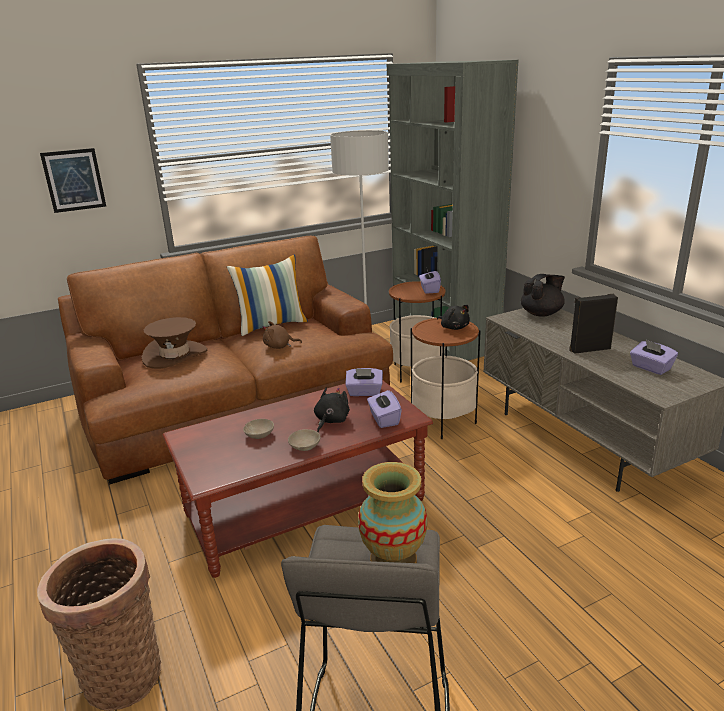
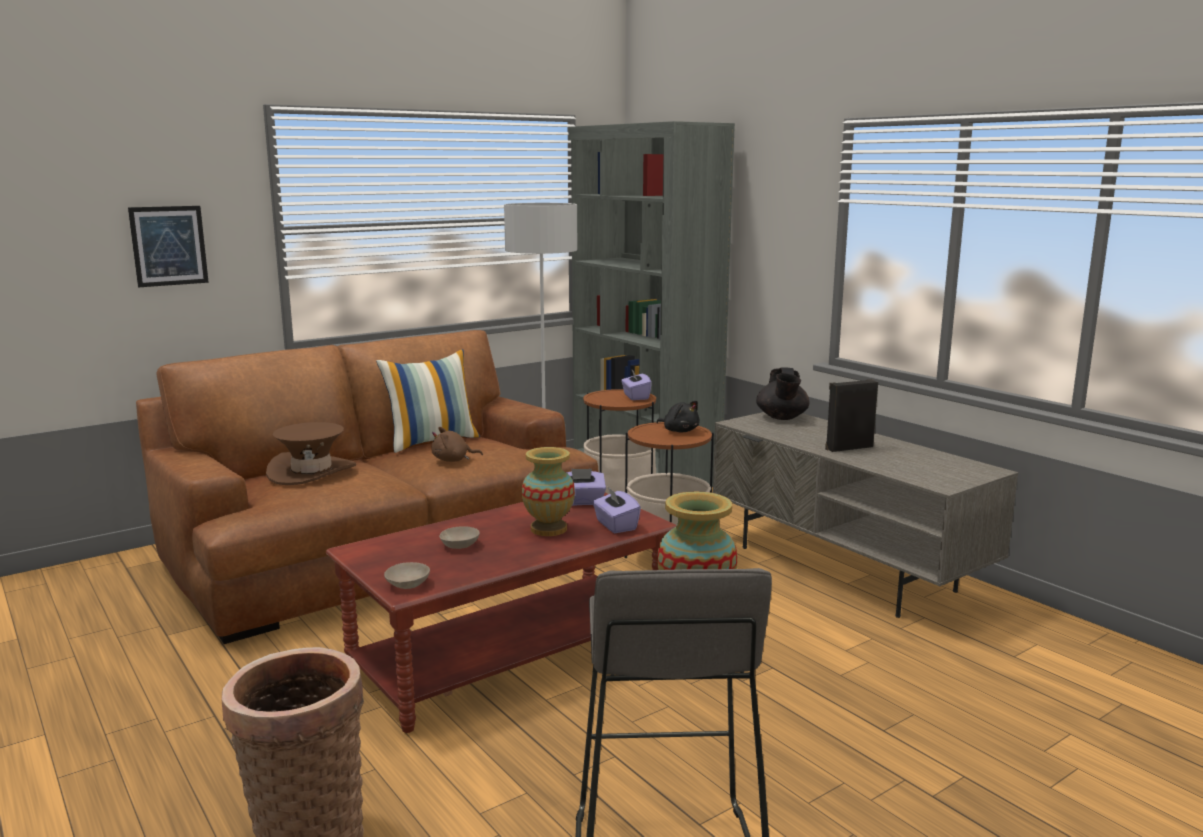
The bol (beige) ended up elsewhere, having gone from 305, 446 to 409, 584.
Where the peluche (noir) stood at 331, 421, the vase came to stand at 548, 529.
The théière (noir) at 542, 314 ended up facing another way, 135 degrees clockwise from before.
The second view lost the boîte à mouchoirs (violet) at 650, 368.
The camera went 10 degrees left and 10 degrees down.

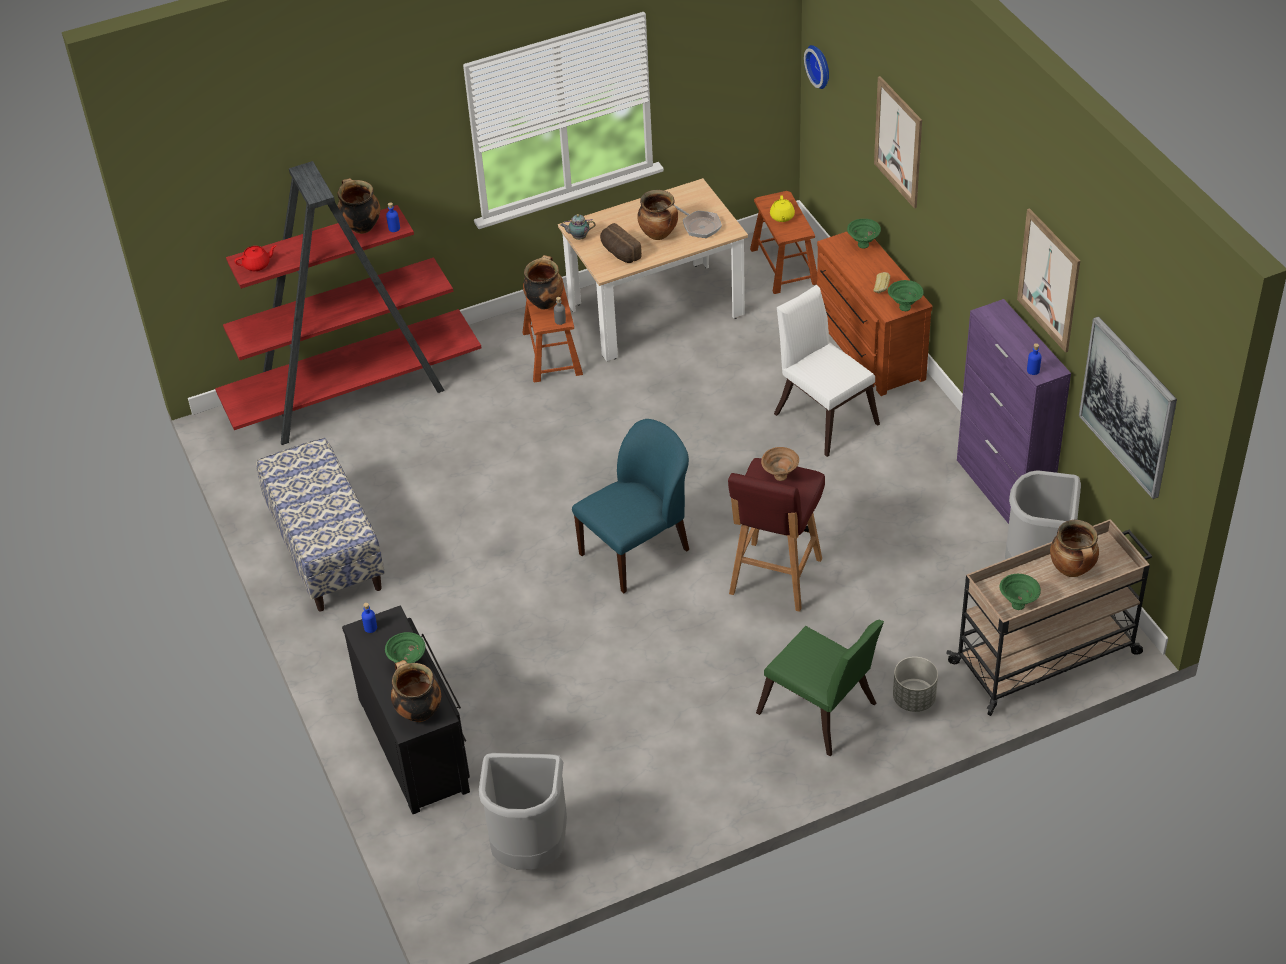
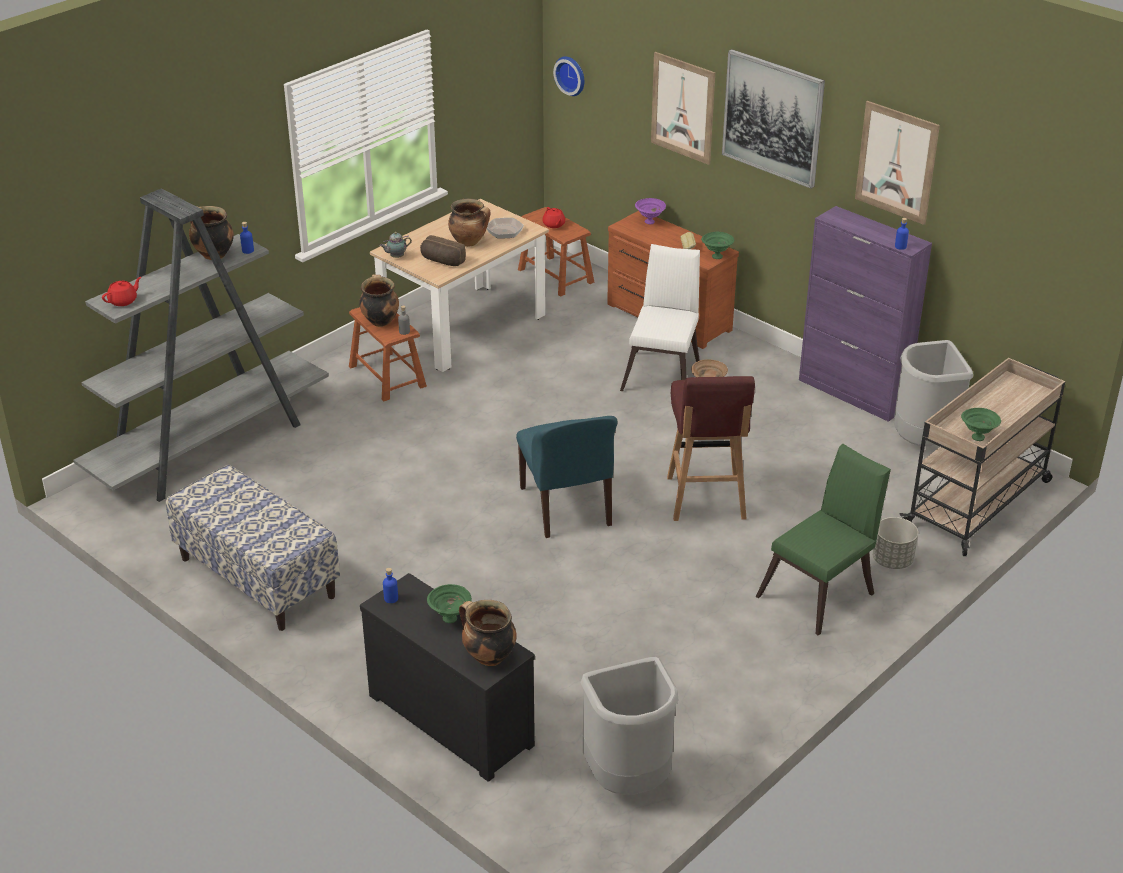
What was the bibliothèque (rouge) at 354, 393 turned into the bibliothèque (gris) at 210, 445.
The chaise (bleu) at 636, 551 ended up facing another way, 135 degrees clockwise from before.
What was the théière (jaune) at 782, 217 turned into the théière (rouge) at 554, 225.
The chaise (blanc) at 823, 415 ended up facing another way, 75 degrees clockwise from before.
What was the bol (vert) at 863, 245 turned into the bol (violet) at 650, 222.
The tableau ended up elsewhere, having gone from 1128, 406 to 773, 118.
The chaise (vert) at 821, 714 ended up facing another way, 60 degrees counterclockwise from before.
The second view lost the marmite at 1072, 570.
The camera went 25 degrees left and 10 degrees down.

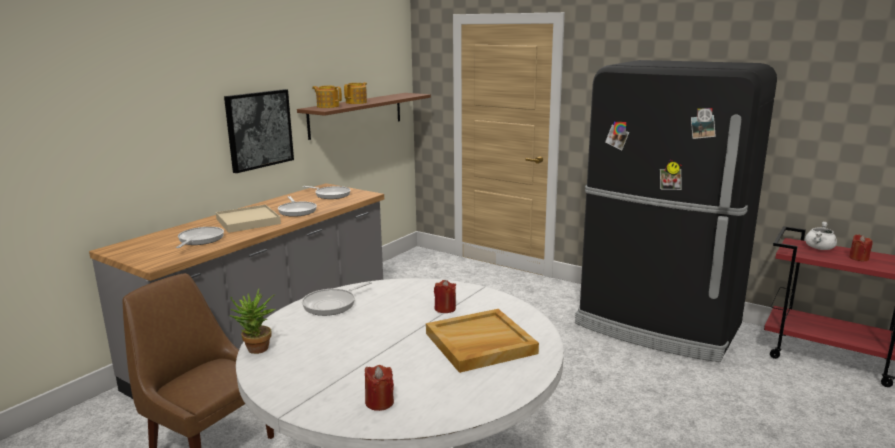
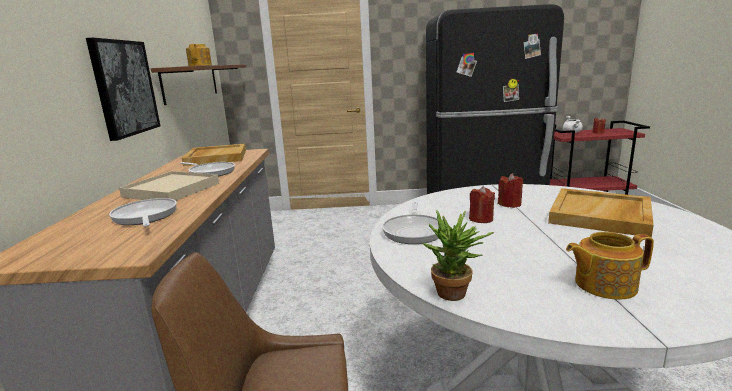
Where the poêle stood at 331, 195, the plateau (beige) came to stand at 216, 157.
The bougie (rouge) ended up elsewhere, having gone from 379, 402 to 481, 219.
The théière ended up elsewhere, having gone from 328, 106 to 603, 284.
The camera went 35 degrees left and 0 degrees up.

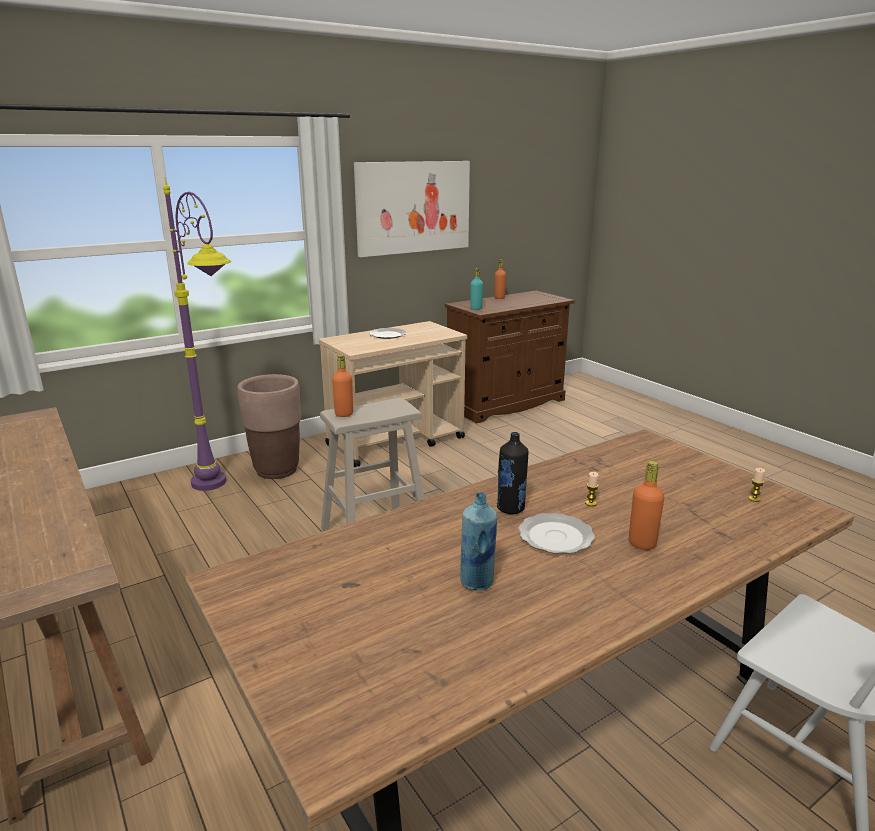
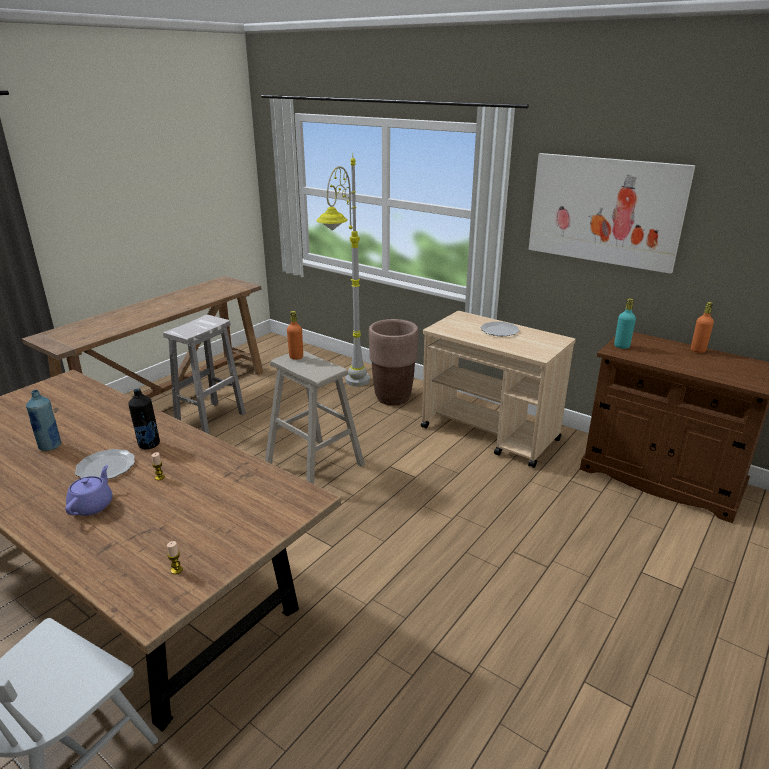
Where the bouteille (orange) stood at 642, 543, the théière (violet) came to stand at 92, 505.
The second view gained the tabouret (blanc) at 210, 419.
What was the lampadaire (violet) at 224, 492 turned into the lampadaire (gris) at 348, 389.
The camera went 70 degrees right and 5 degrees up.

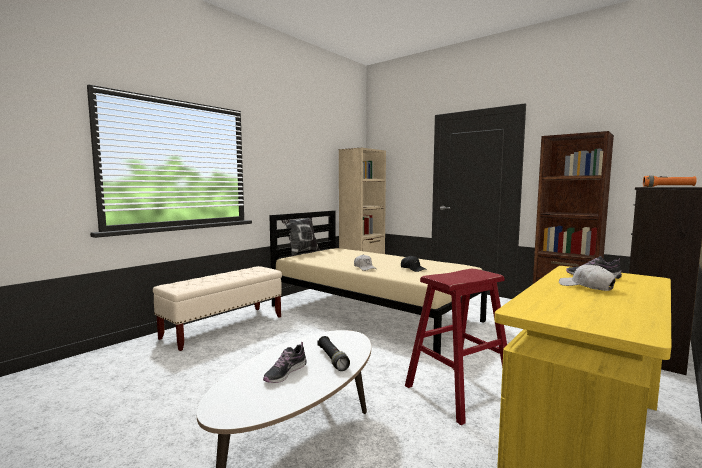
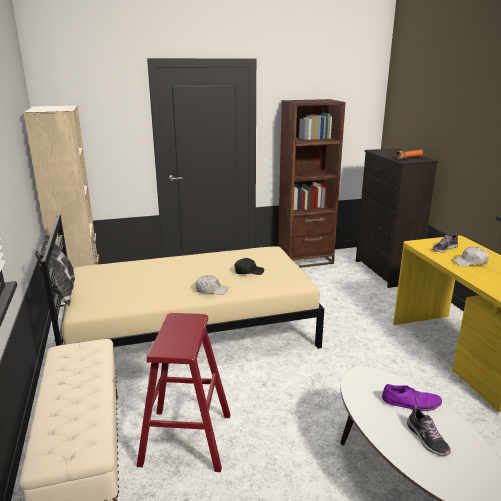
The tabouret (rouge) ended up elsewhere, having gone from 458, 393 to 186, 439.
Where the lampe de poche (noir) stood at 332, 359, the chaussure (violet) came to stand at 411, 403.
The camera went 55 degrees left and 15 degrees up.

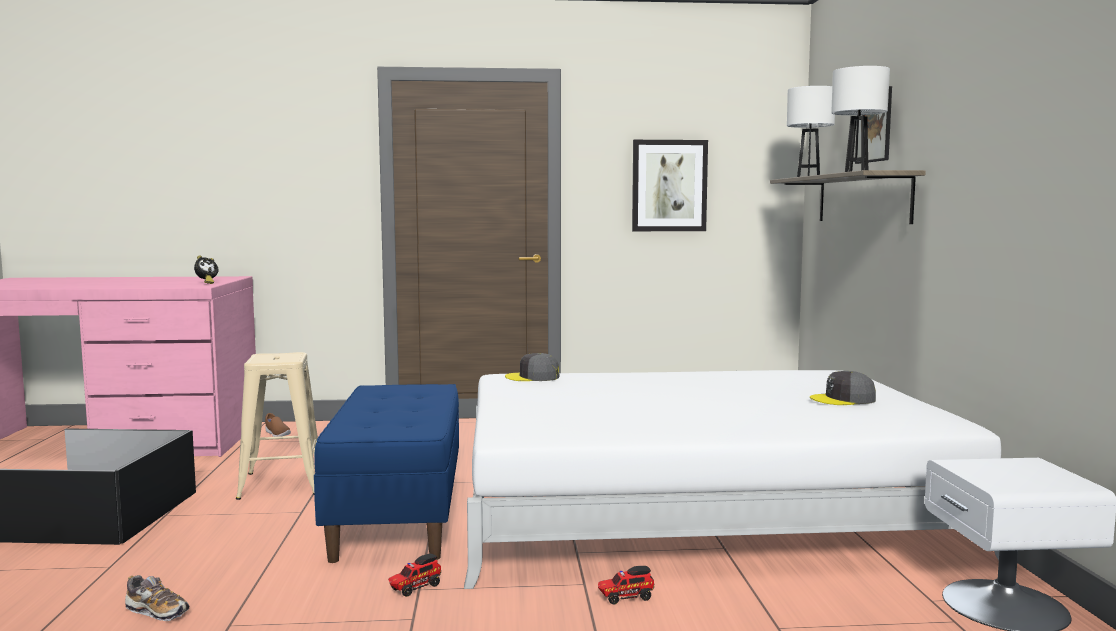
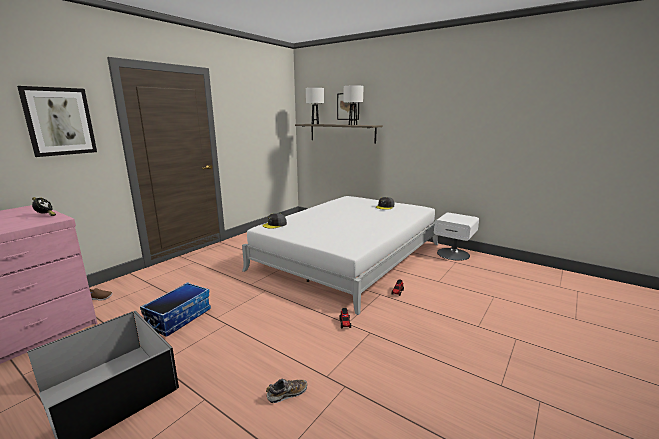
The tableau ended up elsewhere, having gone from 669, 186 to 59, 121.
Where the tabouret (beige) stood at 282, 483, the boîte de rangement came to stand at 179, 318.
The second view lost the banc (bleu) at 399, 515.
The camera went 50 degrees left and 10 degrees up.

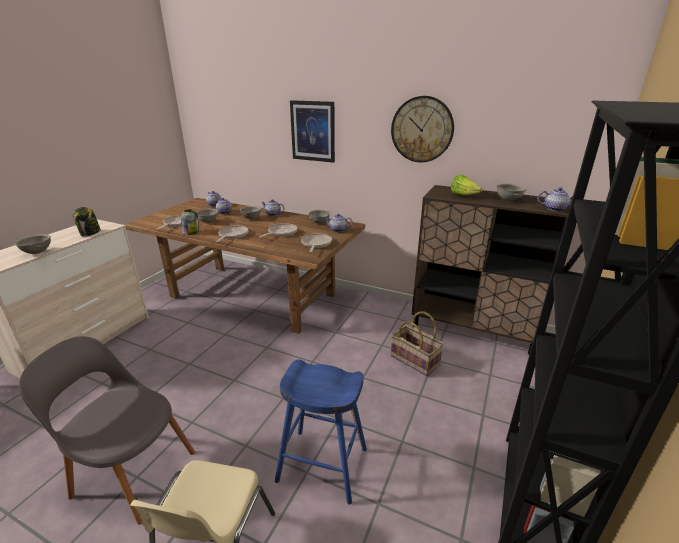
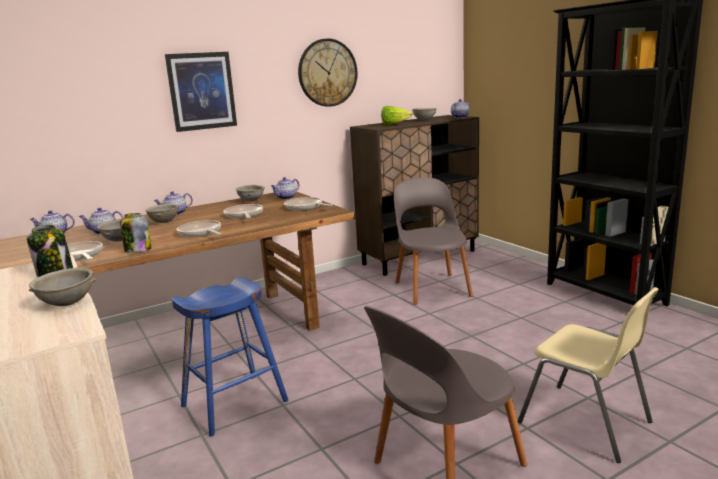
The tabouret (bleu) ended up elsewhere, having gone from 323, 465 to 235, 403.
Where the panier stood at 415, 360, the chaise (gris) came to stand at 432, 287.
The camera went 55 degrees left and 10 degrees down.

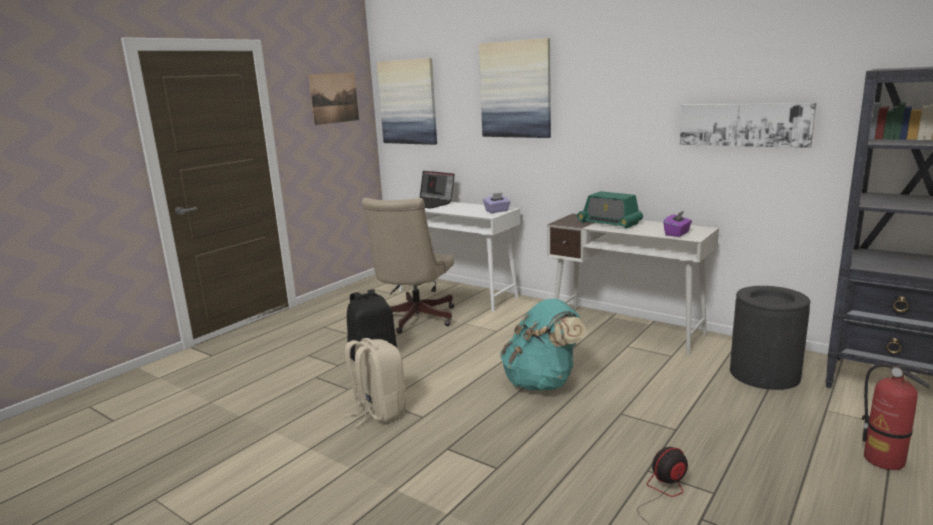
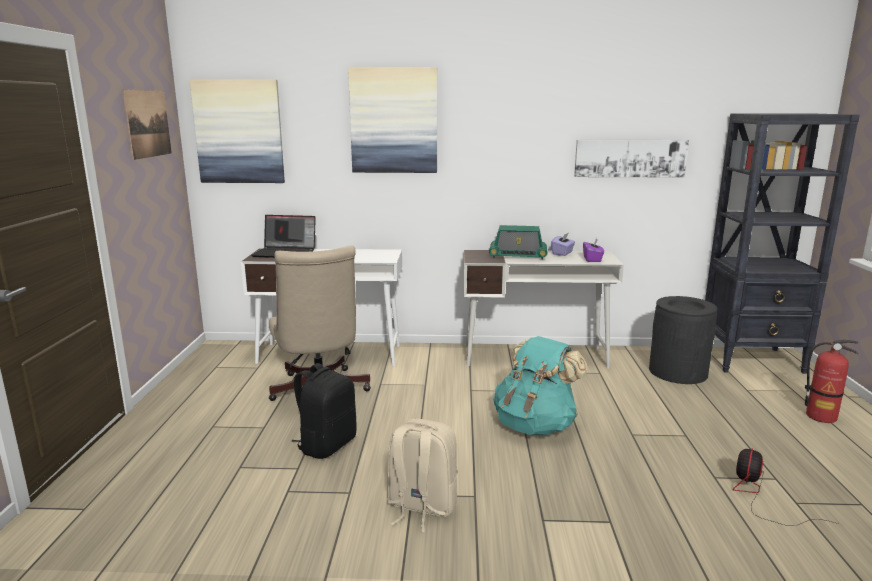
The boîte à mouchoirs (violet) ended up elsewhere, having gone from 497, 211 to 562, 253.
The camera went 35 degrees left and 0 degrees up.

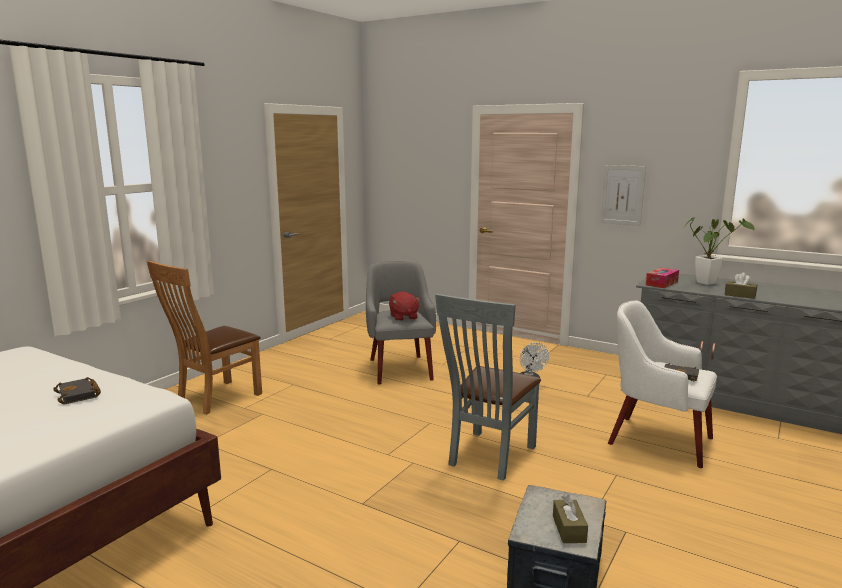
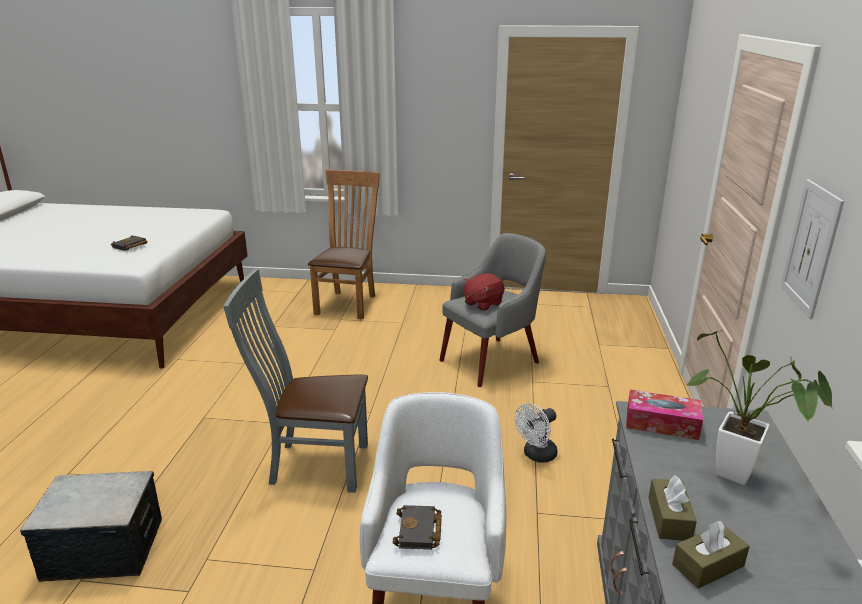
The chaise (marron) at 214, 399 ended up facing another way, 90 degrees clockwise from before.
The boîte à mouchoirs (marron) ended up elsewhere, having gone from 569, 529 to 708, 565.
The camera went 65 degrees right and 10 degrees up.

